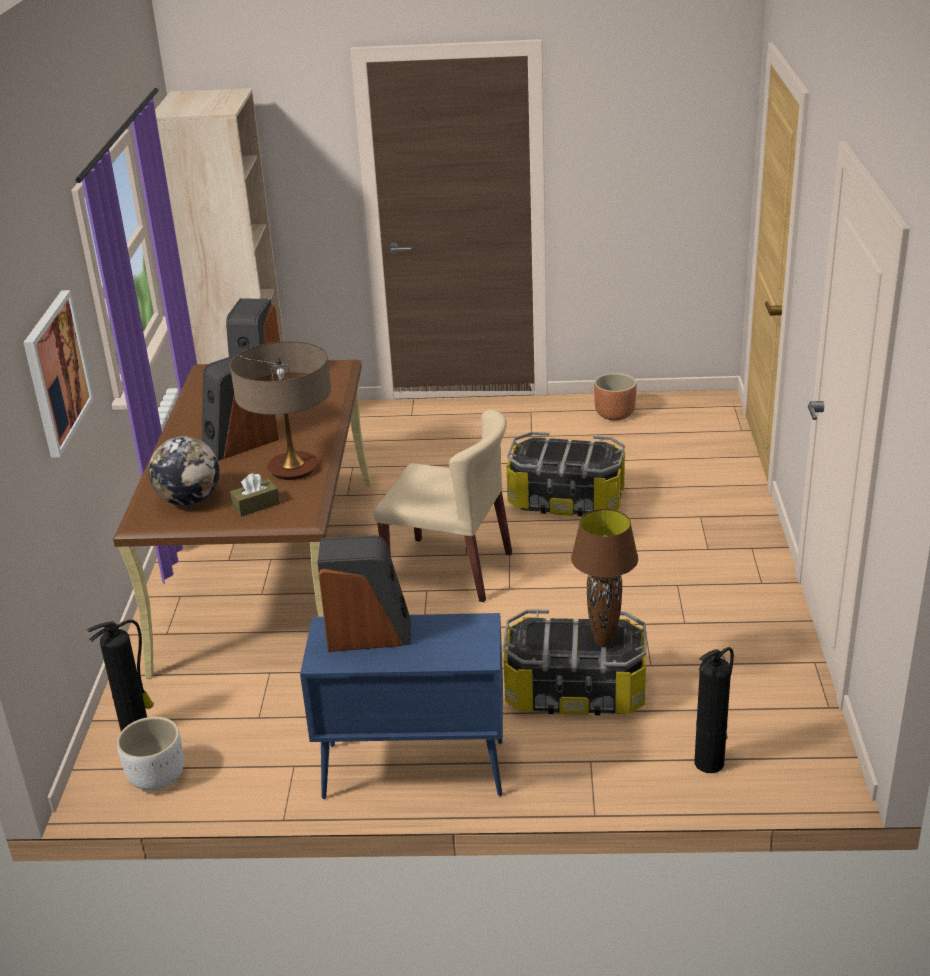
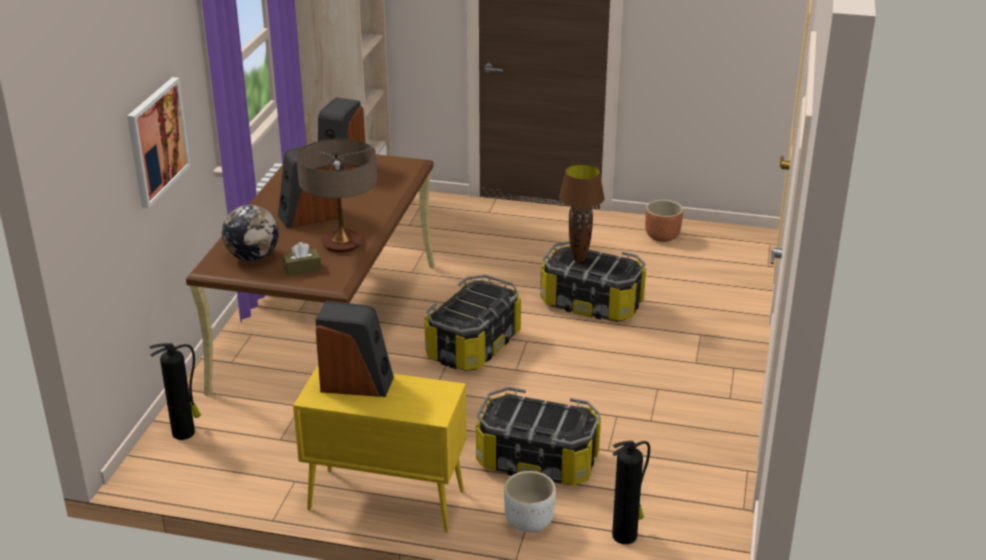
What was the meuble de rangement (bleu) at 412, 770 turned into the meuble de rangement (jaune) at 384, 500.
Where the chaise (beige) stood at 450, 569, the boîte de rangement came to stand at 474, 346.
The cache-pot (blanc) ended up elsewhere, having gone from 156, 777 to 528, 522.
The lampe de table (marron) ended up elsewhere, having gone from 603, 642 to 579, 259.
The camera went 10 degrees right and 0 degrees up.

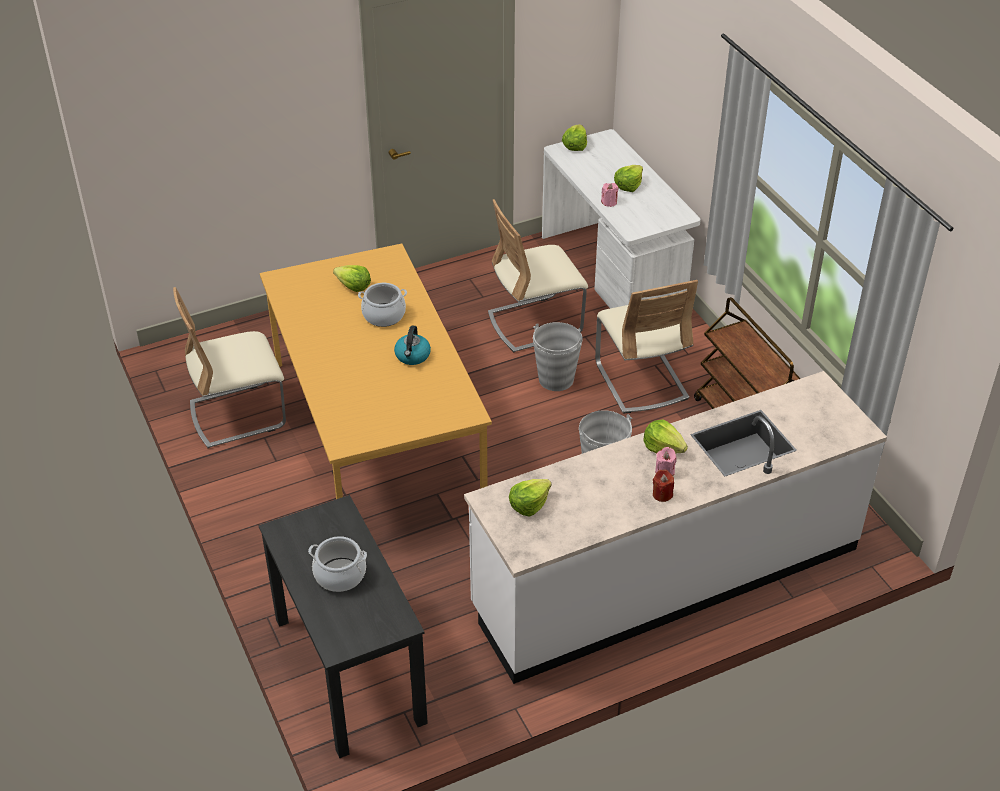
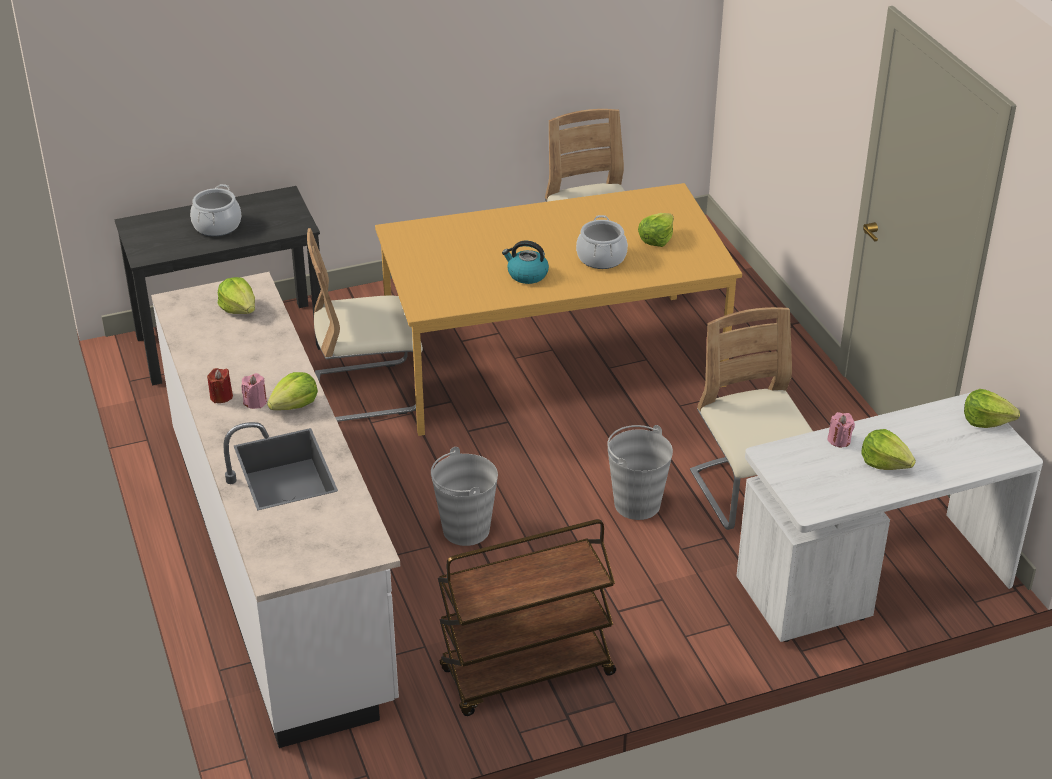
The chaise (beige) ended up elsewhere, having gone from 641, 381 to 367, 392.
The camera went 95 degrees right and 5 degrees down.

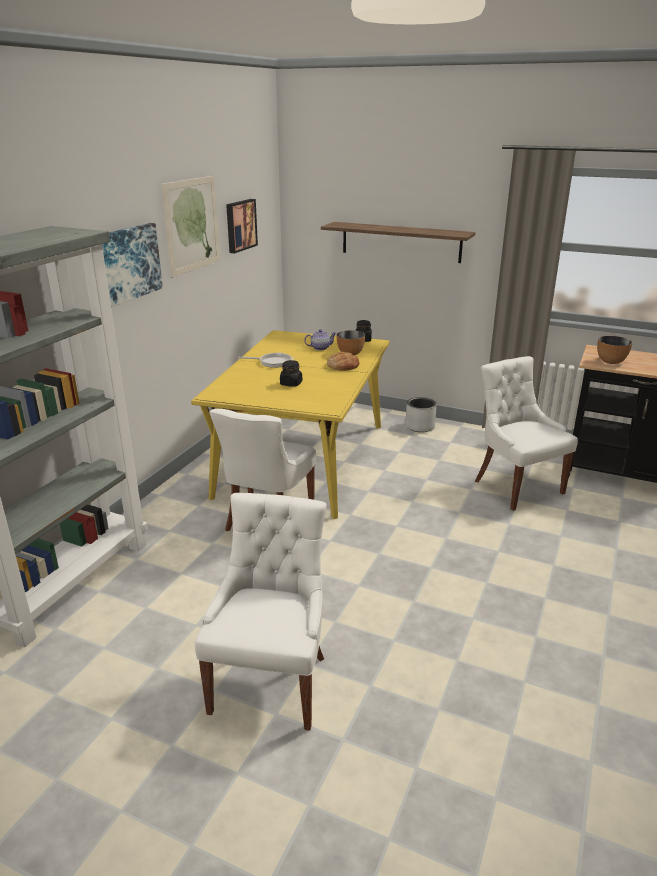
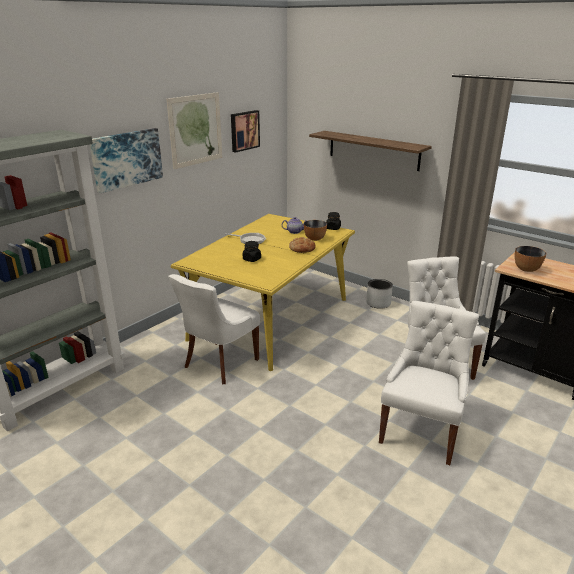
The chaise (blanc) ended up elsewhere, having gone from 271, 682 to 421, 431.
The camera went 15 degrees right and 0 degrees up.

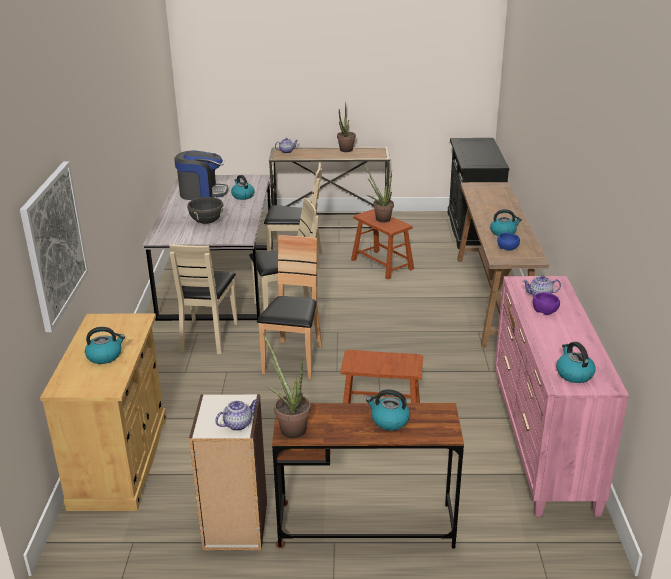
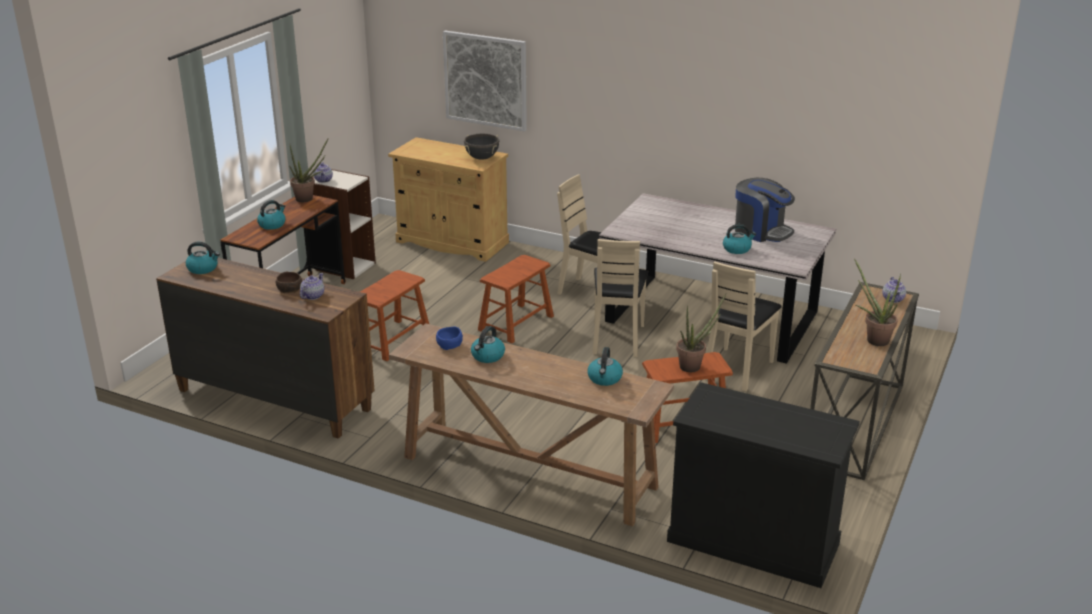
What was the commode (rose) at 542, 444 turned into the commode (marron) at 274, 399.
What was the bol (violet) at 545, 310 turned into the bol (marron) at 290, 290.
The marmite (noir) ended up elsewhere, having gone from 206, 222 to 482, 158.
Where the chaise (marron) stood at 294, 360, the tabouret (marron) came to stand at 516, 323.
The bouilloire ended up elsewhere, having gone from 105, 356 to 605, 379.
The machine à café at 202, 193 ended up facing another way, 75 degrees counterclockwise from before.
The camera went 115 degrees right and 0 degrees up.

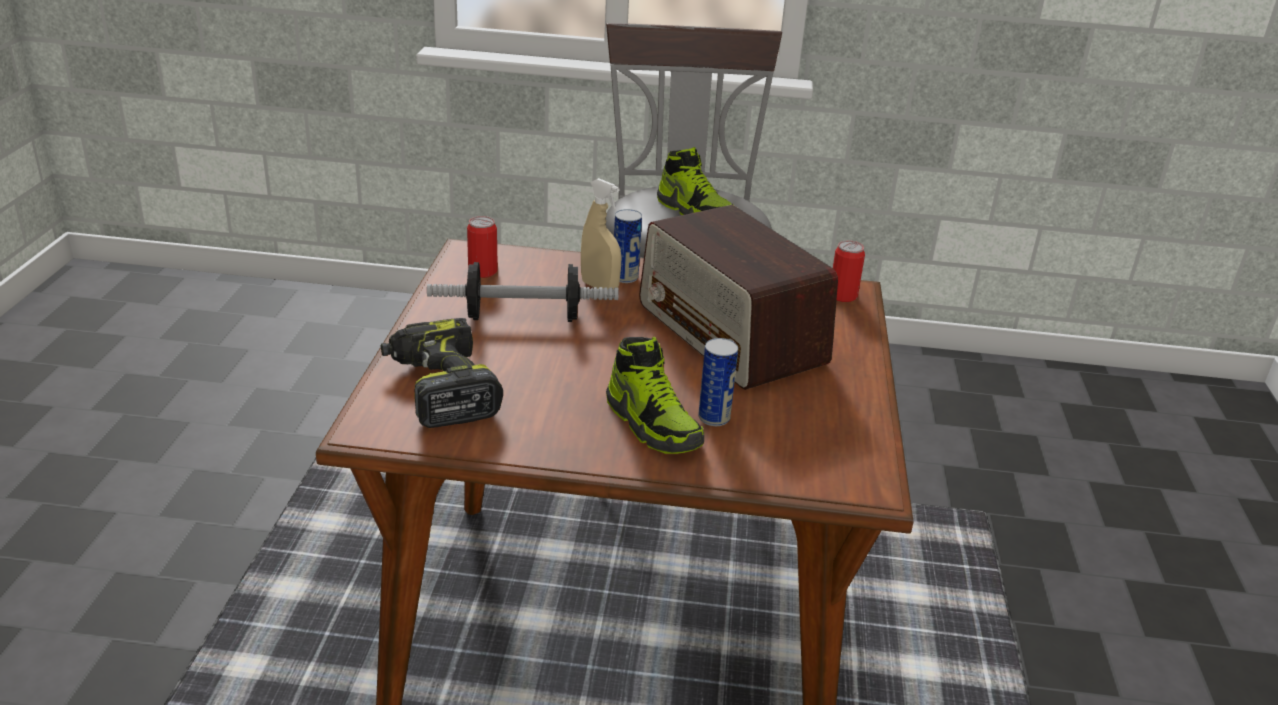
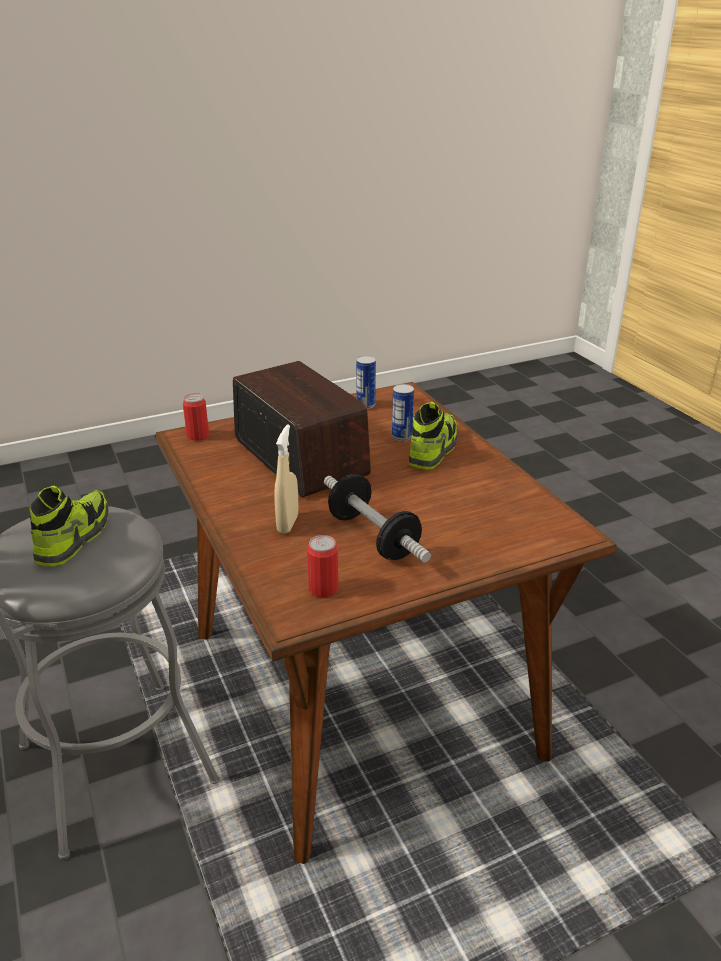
The radio at 731, 334 ended up facing another way, 60 degrees counterclockwise from before.
The boîte métallique ended up elsewhere, having gone from 625, 277 to 365, 405.
The second view lost the perceuse at 440, 388.
The camera went 120 degrees left and 0 degrees up.

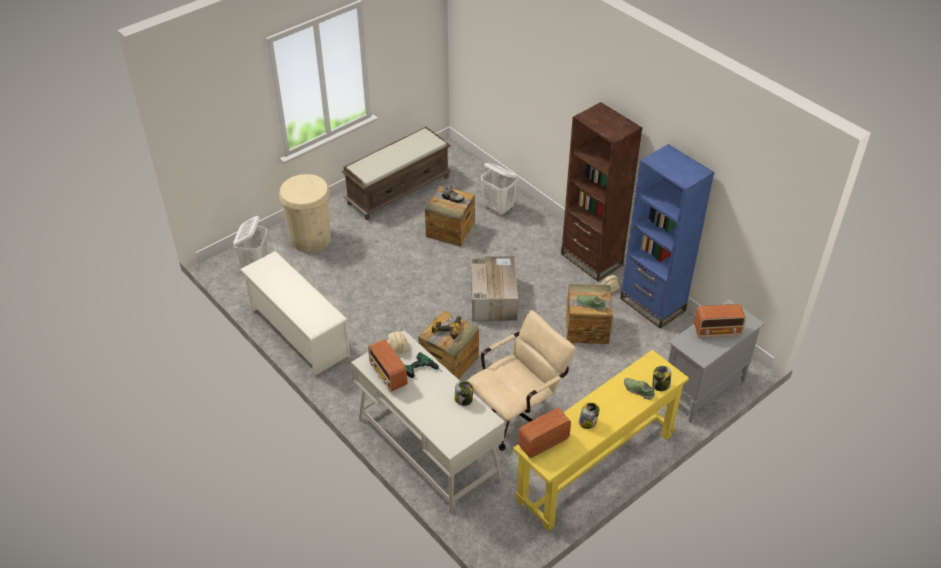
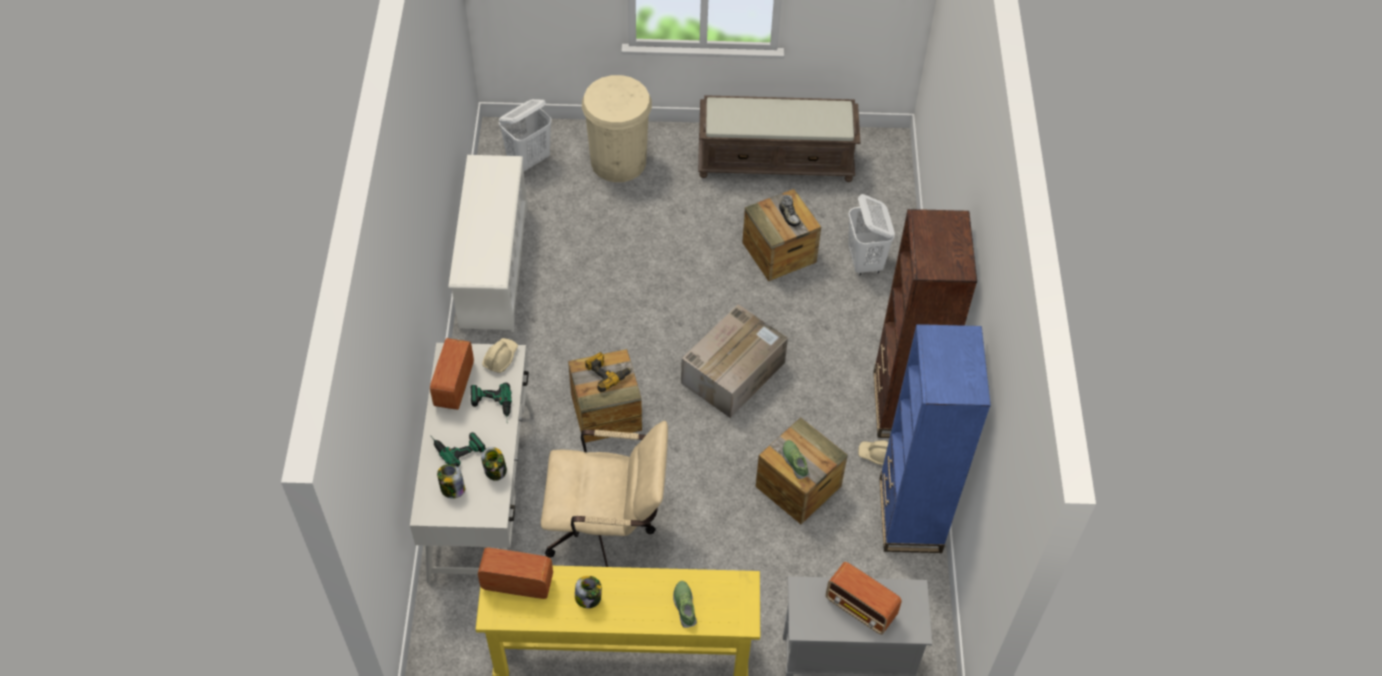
The second view gained the perceuse at 456, 445.
The bocal ended up elsewhere, having gone from 660, 385 to 452, 489.
The camera went 40 degrees right and 10 degrees up.

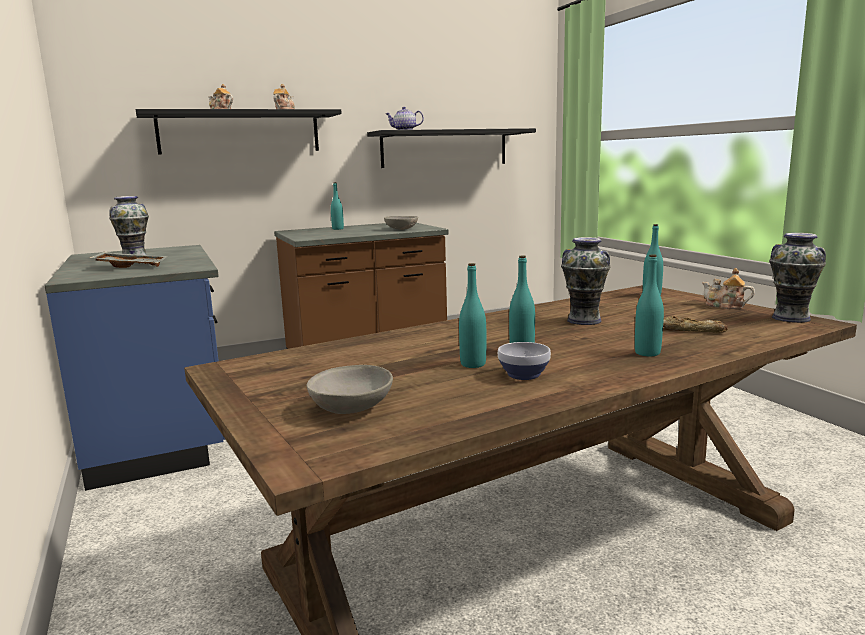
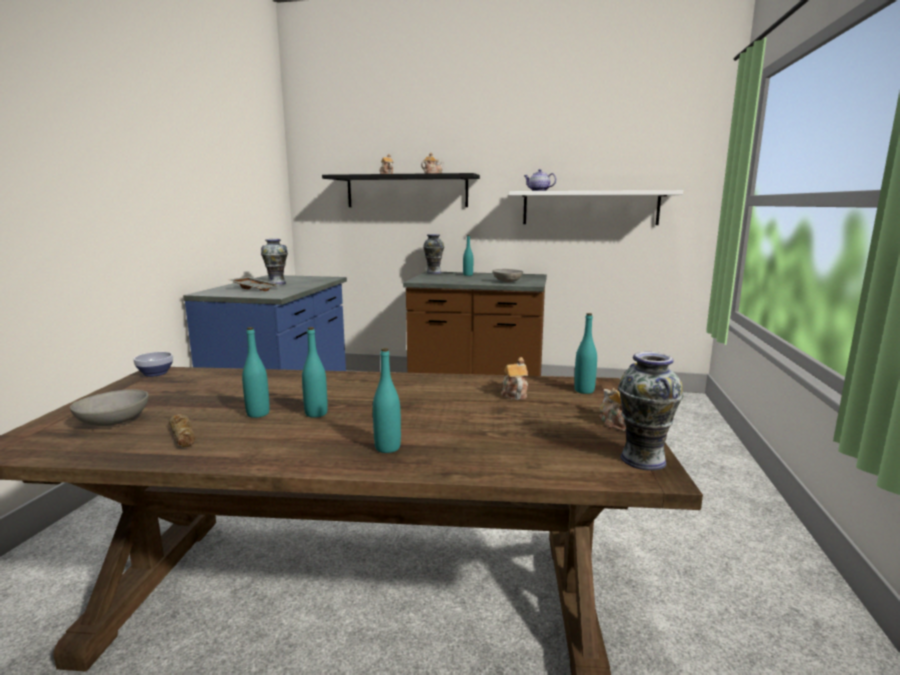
The bol ended up elsewhere, having gone from 522, 374 to 156, 373.
The pain ended up elsewhere, having gone from 690, 330 to 183, 435.
The vase ended up elsewhere, having gone from 584, 321 to 433, 273.
The second view gained the théière at 514, 394.
What was the étagère (noir) at 445, 148 turned into the étagère (blanc) at 590, 208.
The camera went 35 degrees right and 0 degrees up.

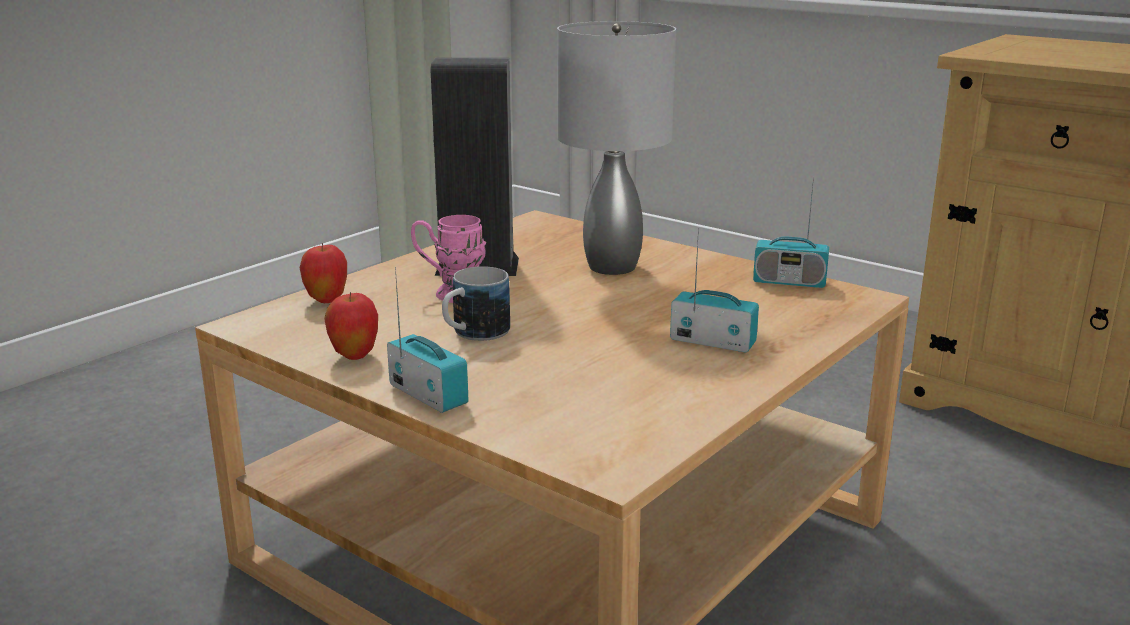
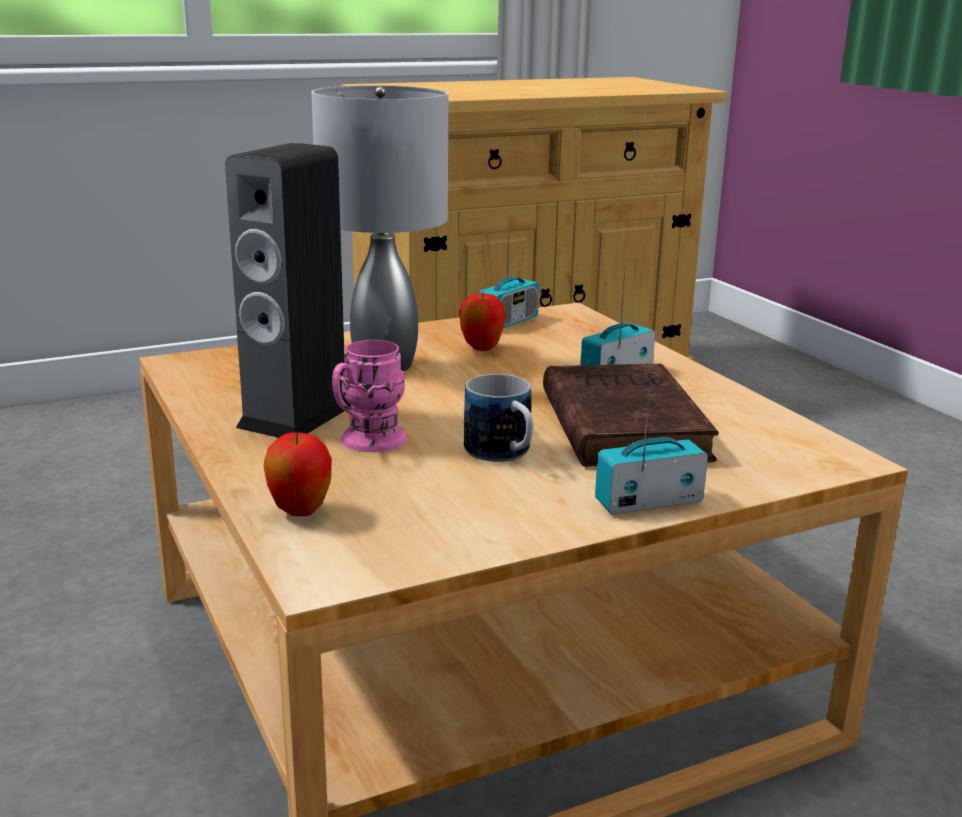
The pomme ended up elsewhere, having gone from 354, 356 to 481, 349.
The second view gained the livre (marron) at 621, 424.
The camera went 65 degrees left and 0 degrees up.

